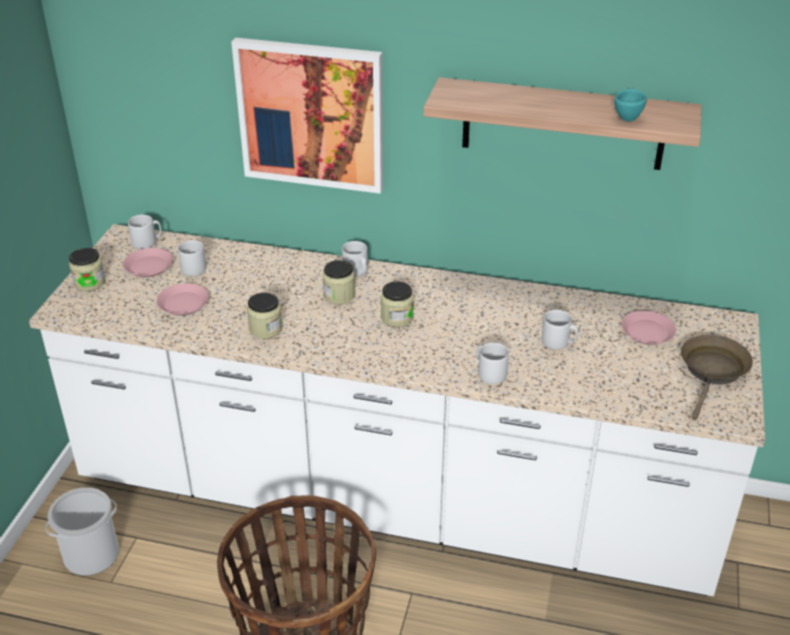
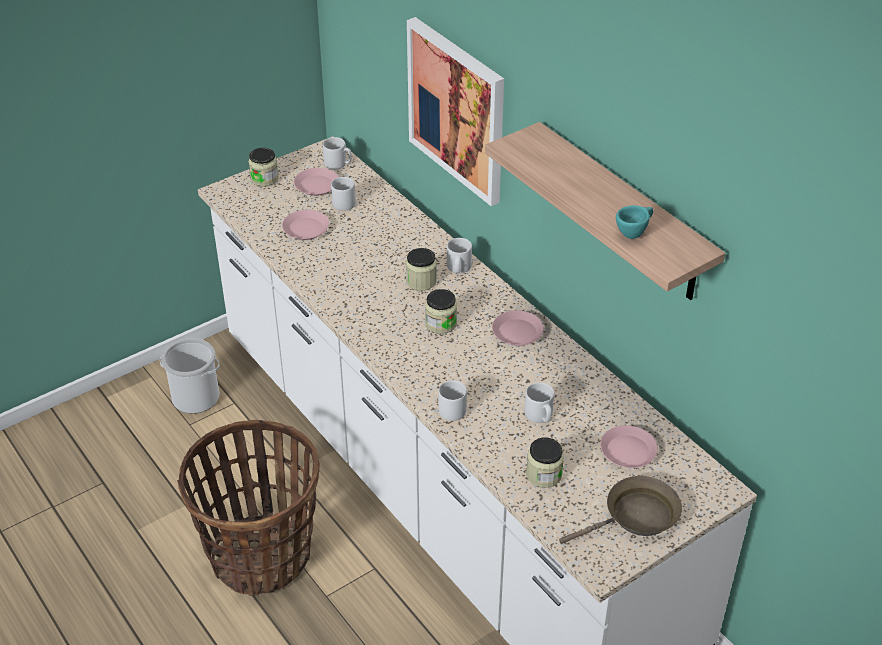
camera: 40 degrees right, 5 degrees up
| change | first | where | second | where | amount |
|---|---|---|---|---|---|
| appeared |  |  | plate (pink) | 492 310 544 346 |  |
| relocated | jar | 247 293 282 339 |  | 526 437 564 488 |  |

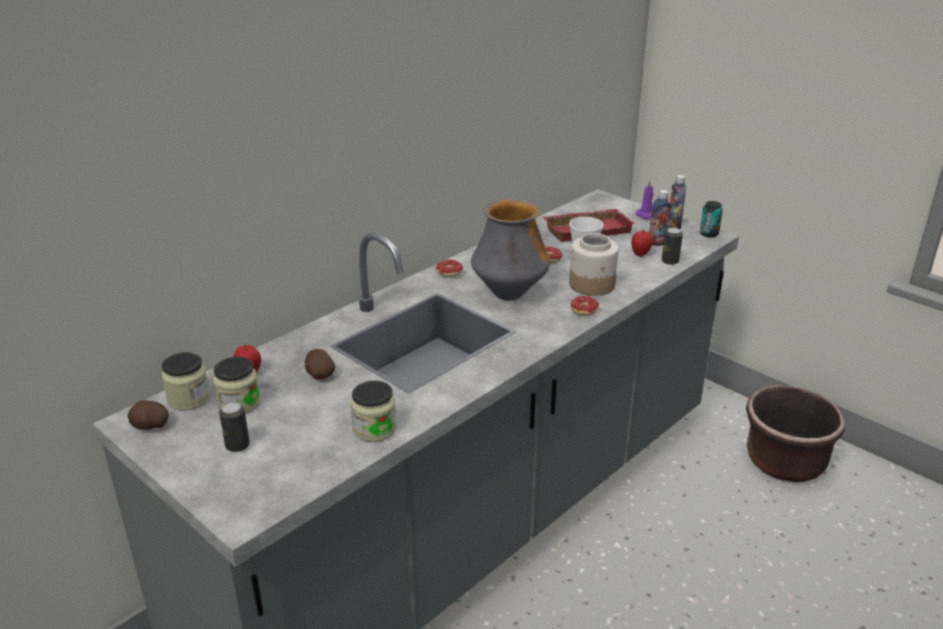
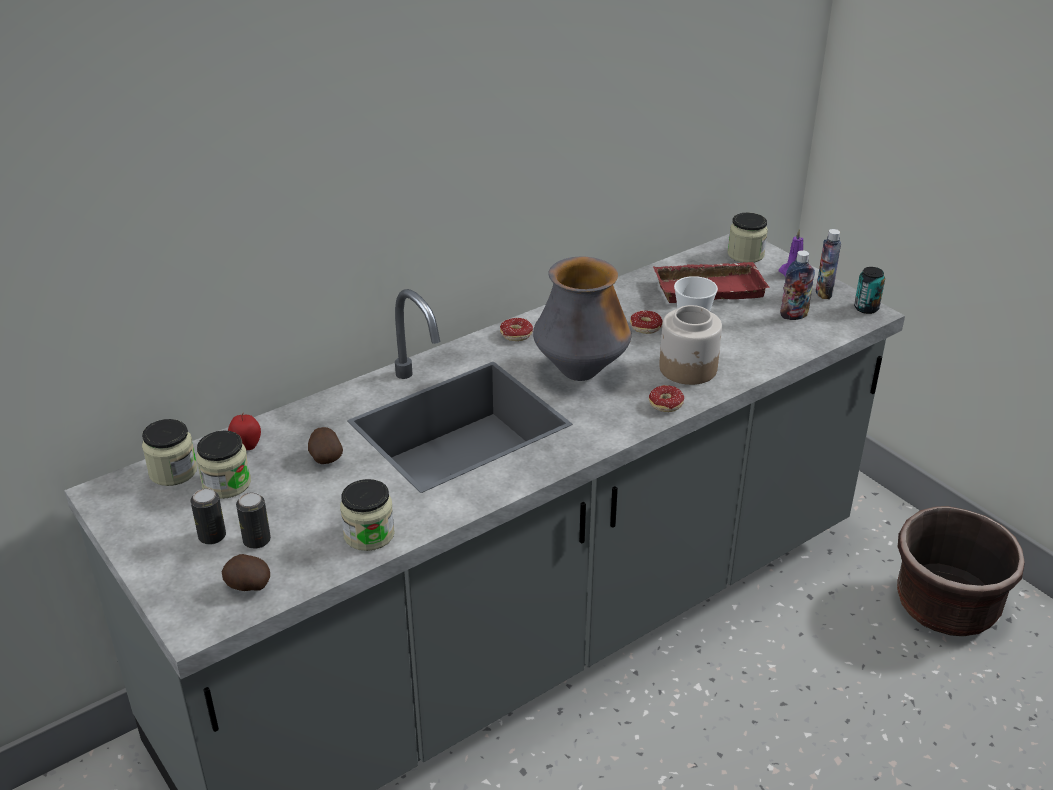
camera: 10 degrees right, 5 degrees up
| change | first | where | second | where | amount |
|---|---|---|---|---|---|
| missing | apple | 632 229 653 257 |  |  |  |
| appeared |  |  | jar | 728 213 768 263 |  |
| relocated | potato | 127 400 169 430 |  | 222 554 270 591 |  |
| relocated | can | 662 227 683 265 |  | 236 492 271 549 |  |

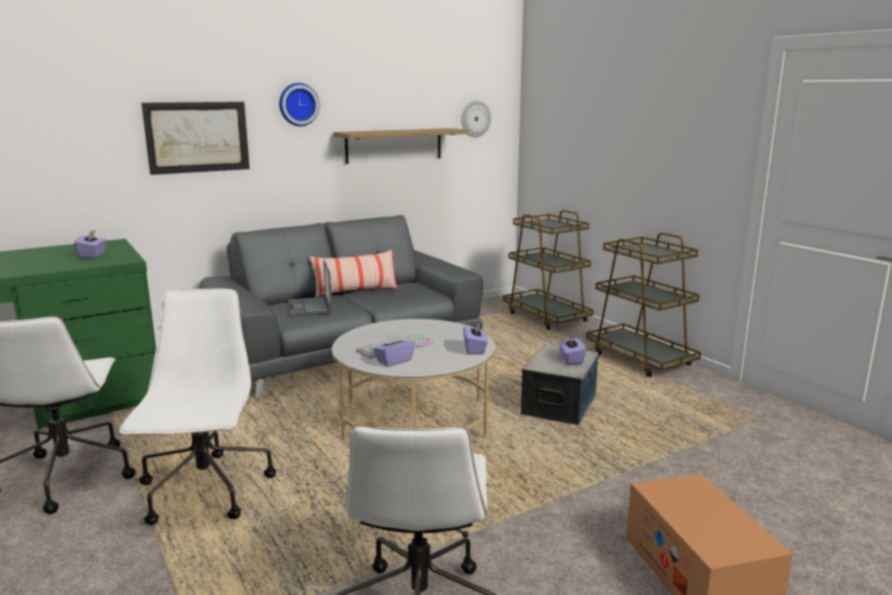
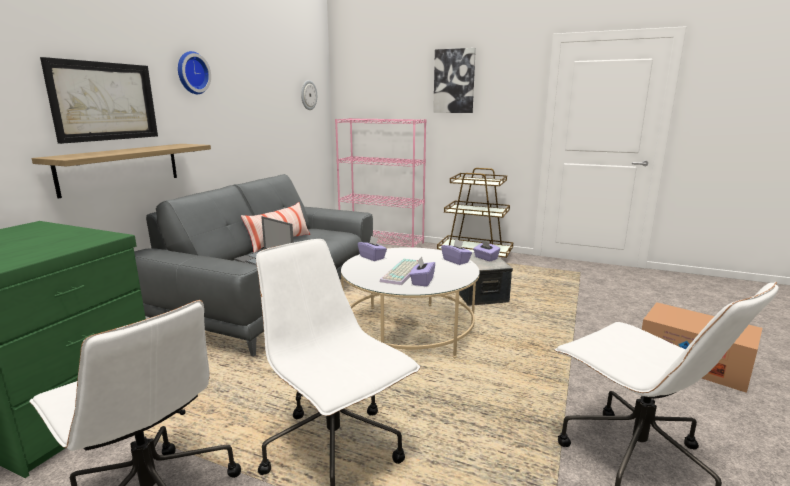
camera: 35 degrees left, 0 degrees up
| change | first | where | second | where | amount |
|---|---|---|---|---|---|
| appeared |  |  | picture | 433 48 476 113 |  |
| relocated | tissue box (purple) | 74 229 106 258 |  | 358 236 387 261 |  |
| relocated | shelf | 333 128 468 164 |  | 31 144 211 199 |  |
| exchanged | cart (brown) | 503 210 594 330 | bookcase (pink) | 335 118 427 247 |  |

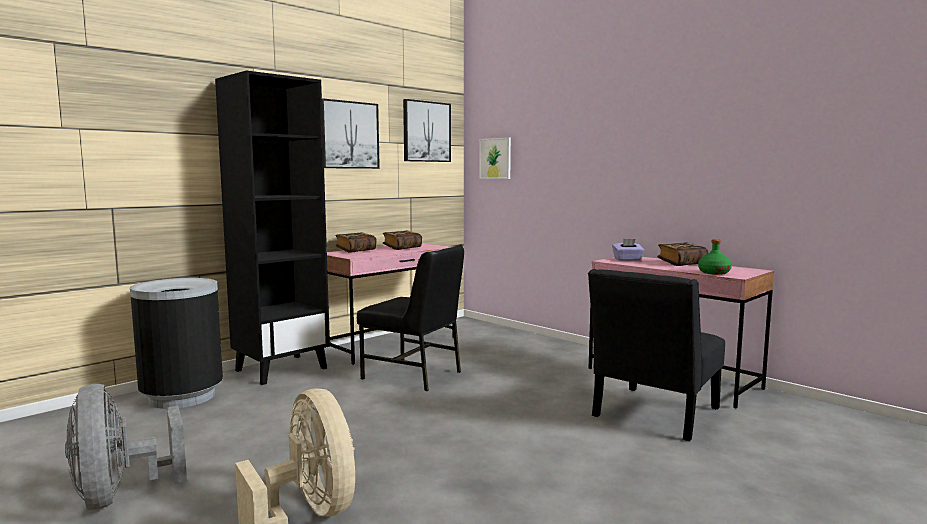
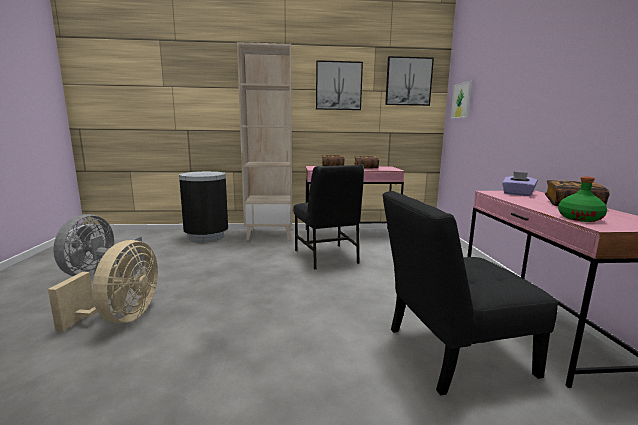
camera: 40 degrees right, 5 degrees up
| change | first | where | second | where | amount |
|---|---|---|---|---|---|
| colour | bookcase (black) | 215 71 330 385 | bookcase (beige) | 237 42 292 240 |  |

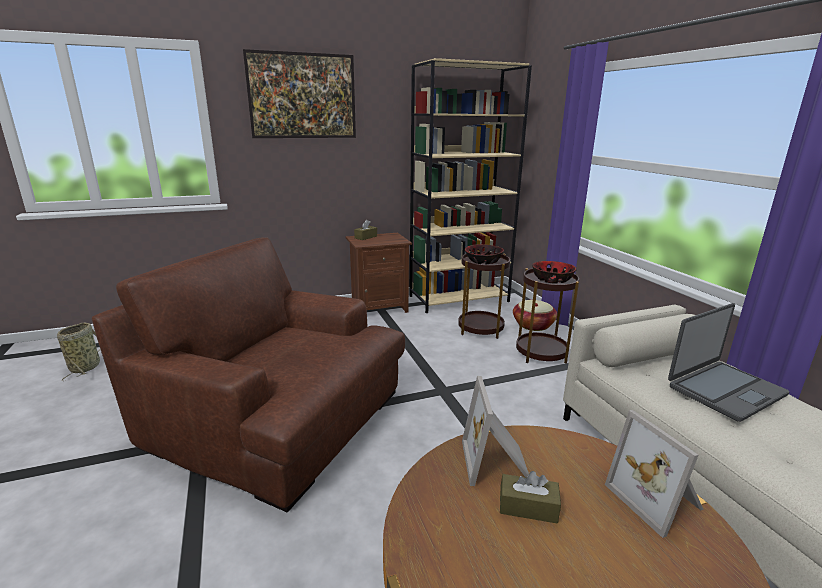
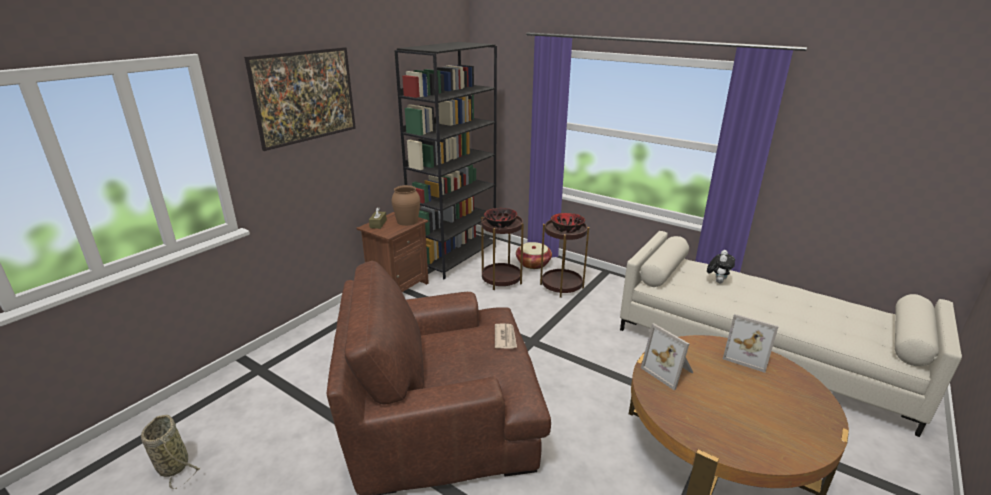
camera: 35 degrees left, 5 degrees up
| change | first | where | second | where | amount |
|---|---|---|---|---|---|
| missing | tissue box (brown) | 500 471 561 524 |  |  |  |
| appeared |  |  | vase (brown) | 391 185 420 226 |  |
| appeared |  |  | newspaper | 495 324 517 349 |  |
| exchanged | laptop | 668 303 790 422 | plush toy | 707 250 735 283 |  |
| colour | bookcase (beige) | 409 58 532 313 | bookcase (black) | 394 42 497 279 |  |

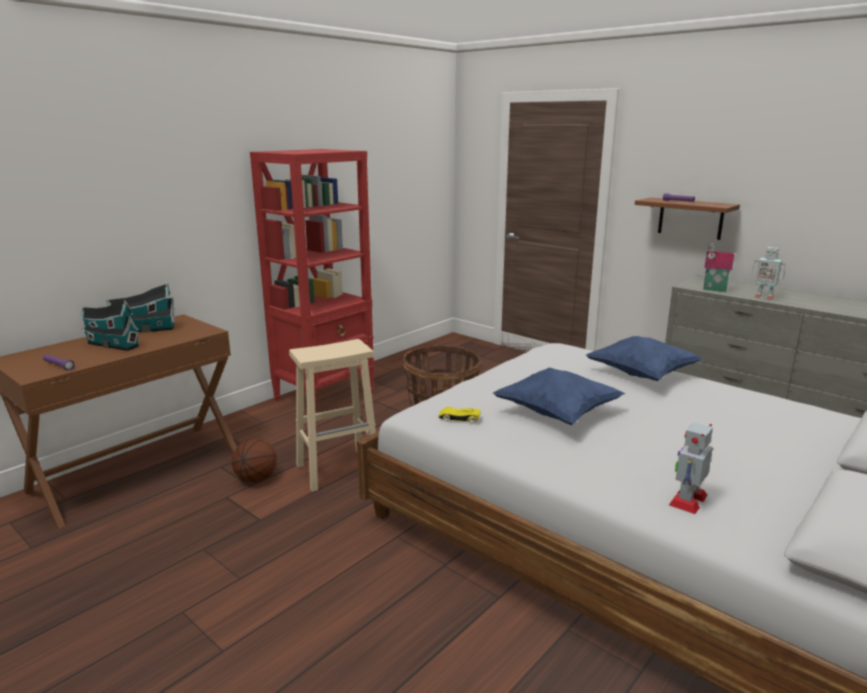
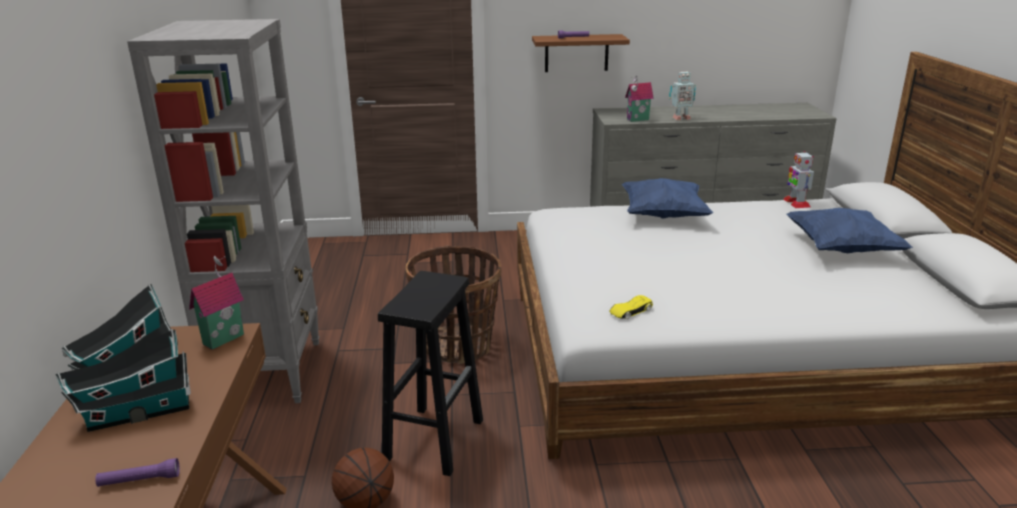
camera: 45 degrees left, 5 degrees up
| change | first | where | second | where | amount |
|---|---|---|---|---|---|
| appeared |  |  | toy house | 189 255 244 349 |  |
| relocated | pillow (blue) | 493 368 625 425 |  | 787 208 913 253 |  |
| relocated | toy robot | 669 422 713 514 |  | 784 151 814 208 |  |
| colour | bookcase (red) | 250 149 374 413 | bookcase (grey) | 127 19 320 403 |  |
| colour | stool (beige) | 289 339 376 492 | stool (black) | 378 271 483 476 |  |

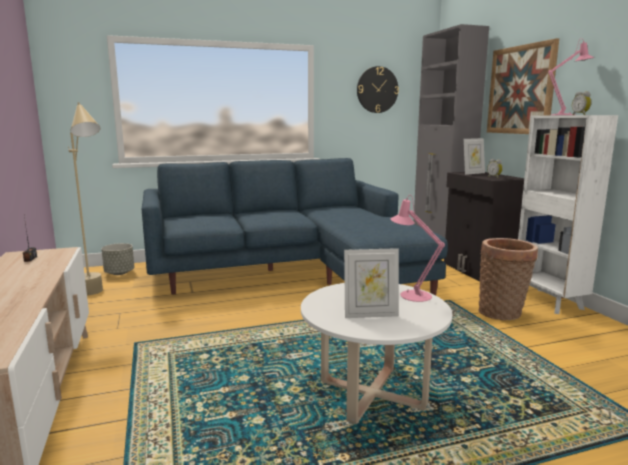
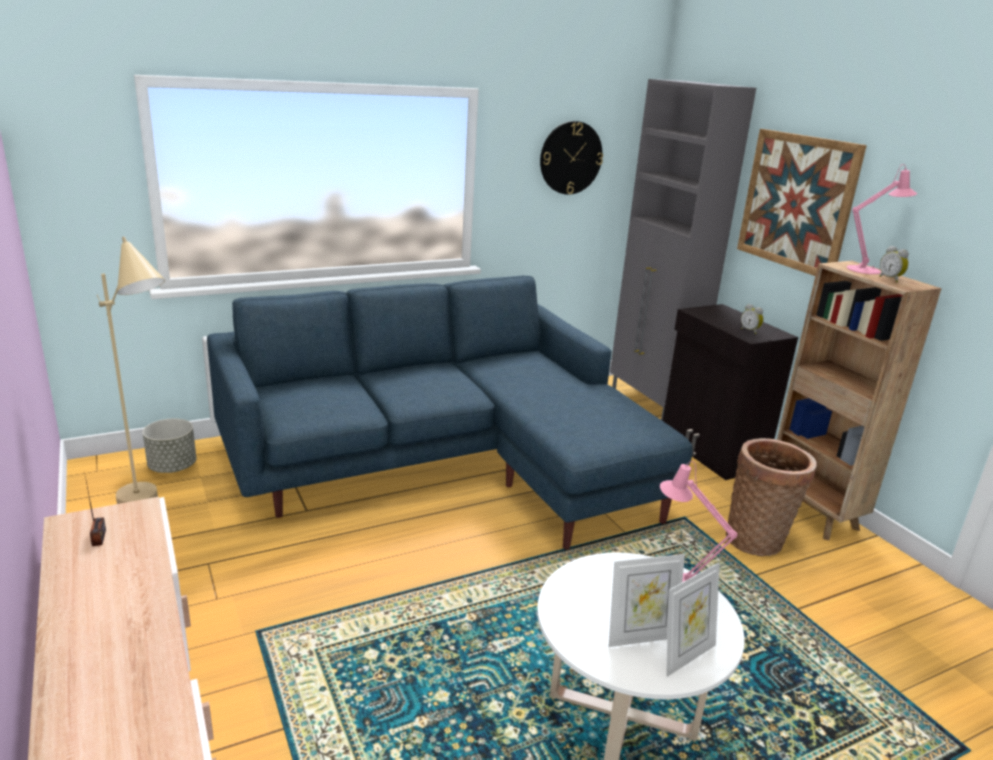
camera: 10 degrees left, 10 degrees up
| change | first | where | second | where | amount |
|---|---|---|---|---|---|
| relocated | picture frame | 463 138 485 175 |  | 666 563 720 677 |  |
| colour | bookcase (white) | 518 115 618 314 | bookcase (brown) | 777 261 942 540 |  |

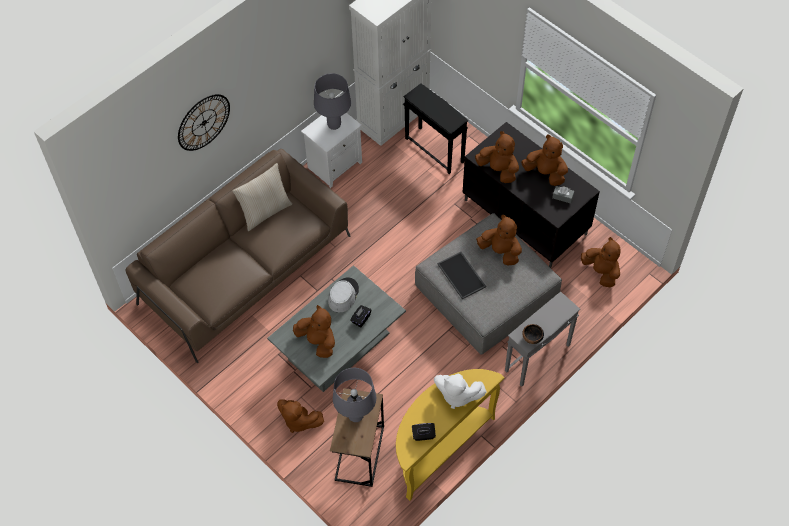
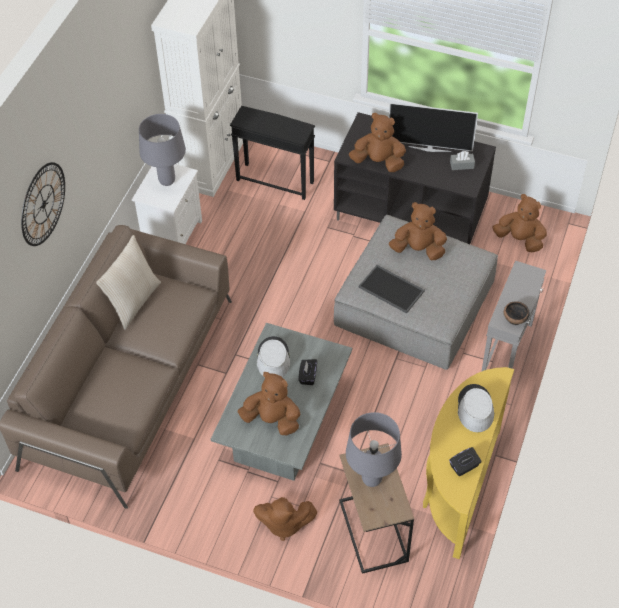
camera: 25 degrees left, 5 degrees down
| change | first | where | second | where | amount |
|---|---|---|---|---|---|
| exchanged | plush toy (white) | 434 374 487 409 | hat (grey) | 458 384 494 432 |  |
| exchanged | plush toy (brown) | 521 135 568 186 | television | 389 103 478 152 |  |

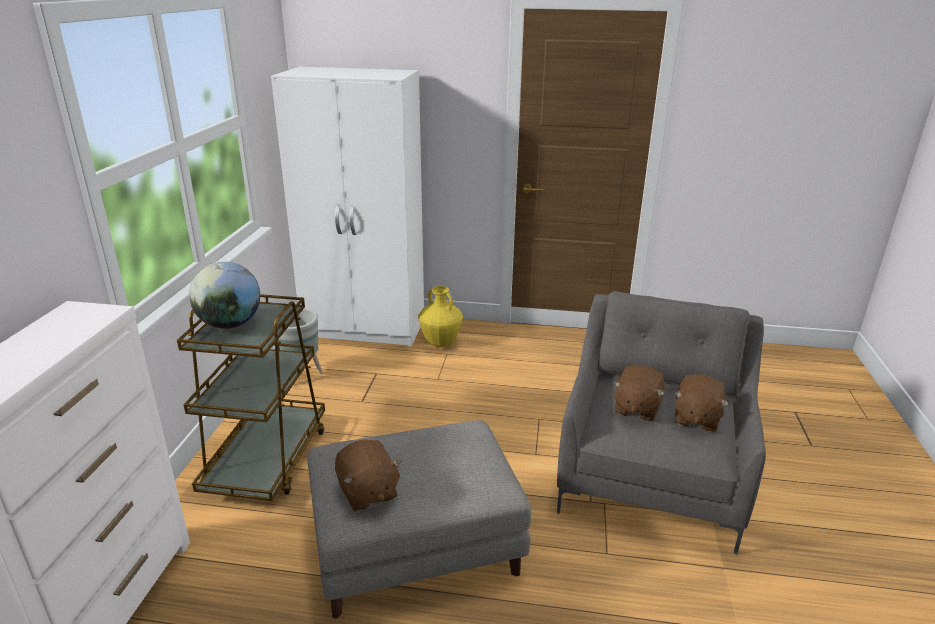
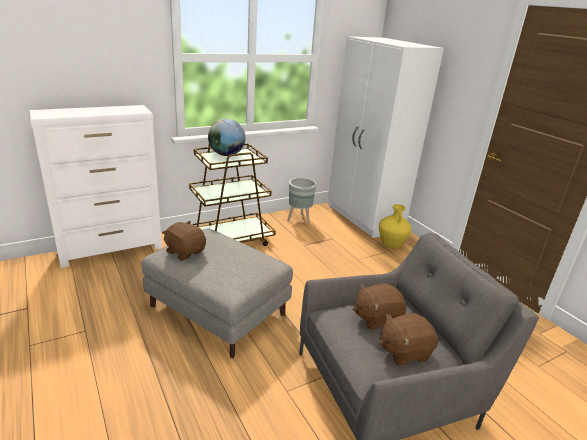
camera: 50 degrees right, 0 degrees up
| change | first | where | second | where | amount |
|---|---|---|---|---|---|
| spun | plush toy (brown) | 335 439 402 511 |  | 162 221 206 261 | 105 degrees clockwise |

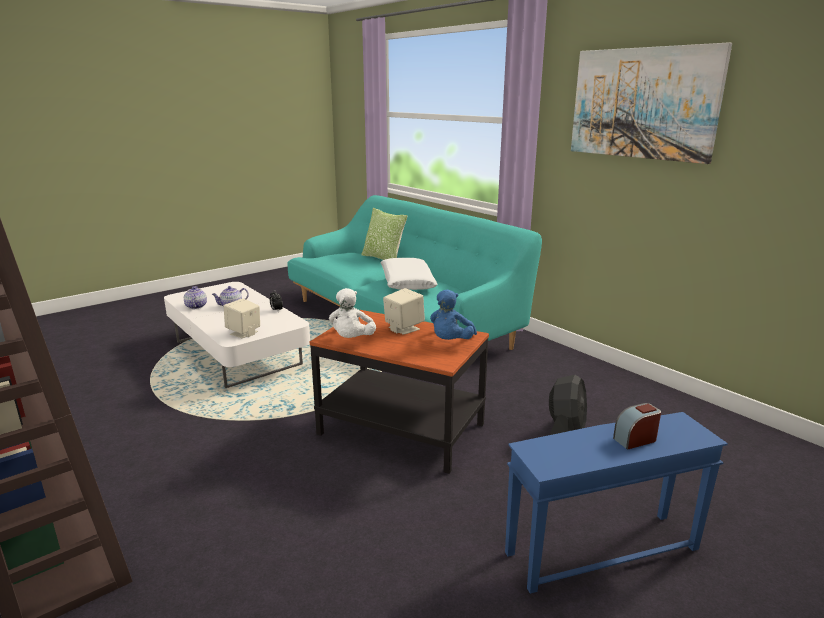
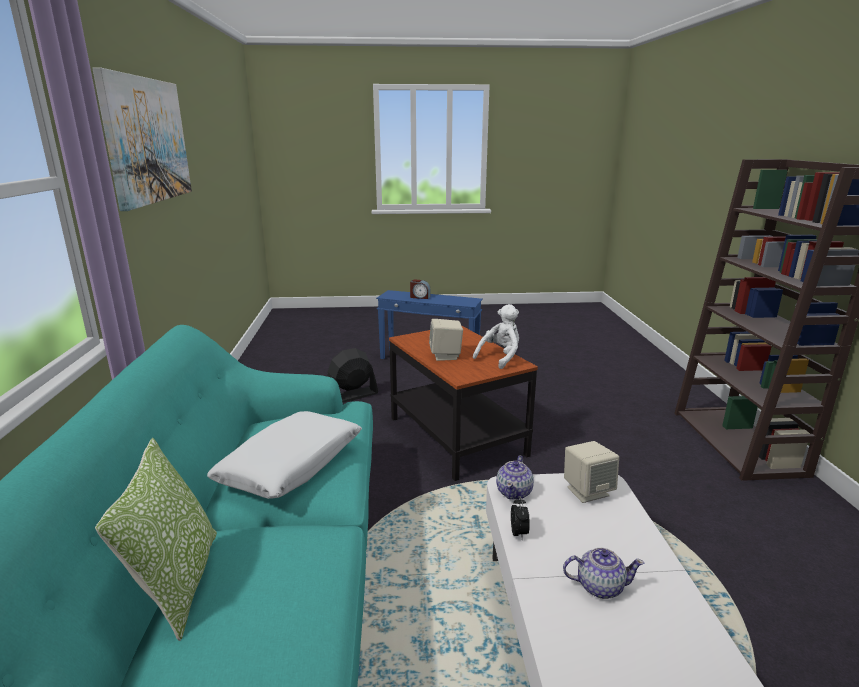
camera: 145 degrees left, 0 degrees up
| change | first | where | second | where | amount |
|---|---|---|---|---|---|
| missing | plush toy (blue) | 430 290 477 340 |  |  |  |
| relocated | teapot | 184 286 207 309 |  | 496 455 534 500 |  |

